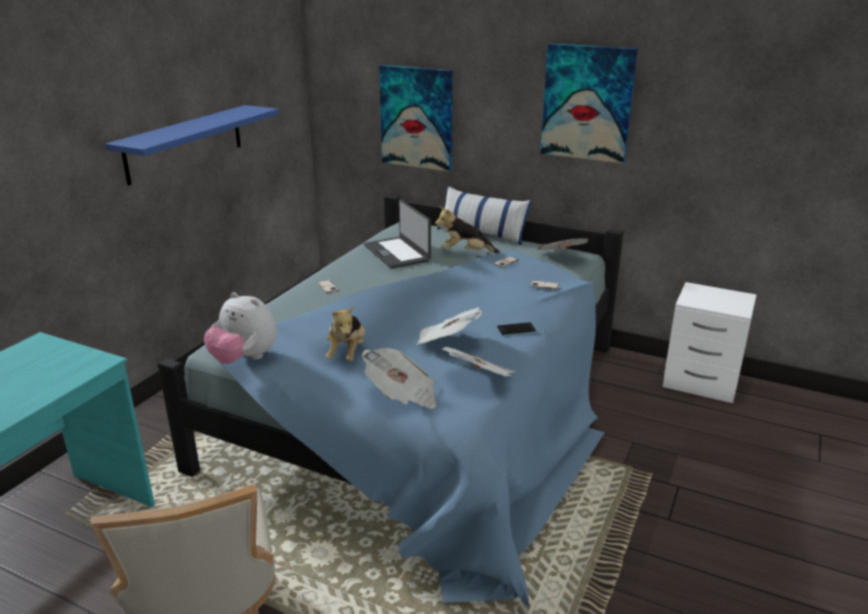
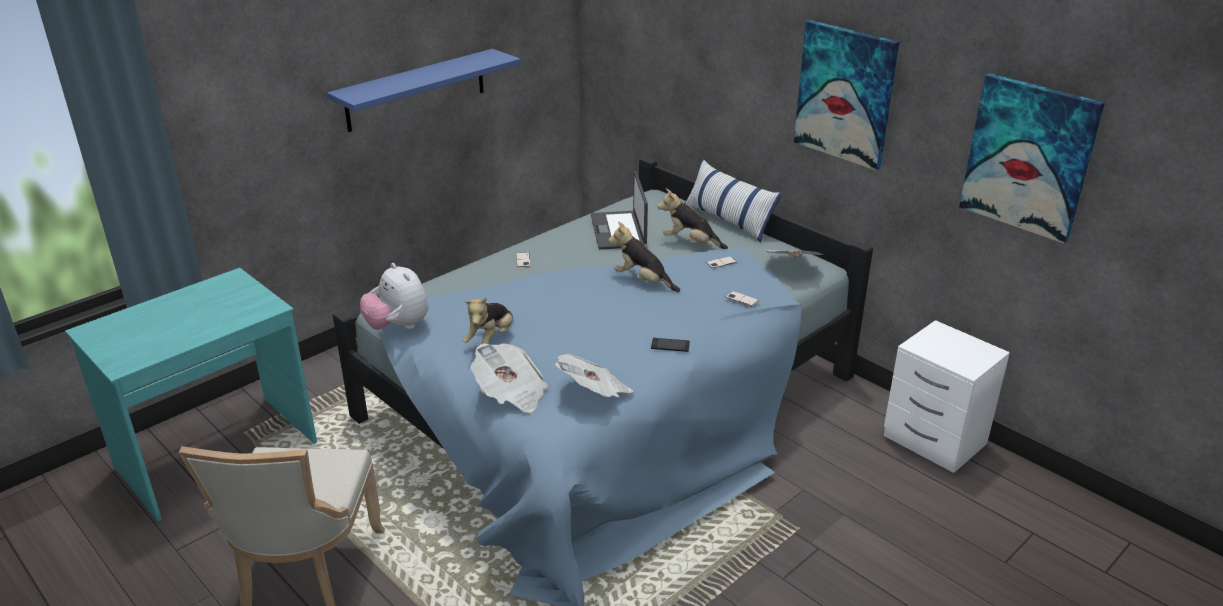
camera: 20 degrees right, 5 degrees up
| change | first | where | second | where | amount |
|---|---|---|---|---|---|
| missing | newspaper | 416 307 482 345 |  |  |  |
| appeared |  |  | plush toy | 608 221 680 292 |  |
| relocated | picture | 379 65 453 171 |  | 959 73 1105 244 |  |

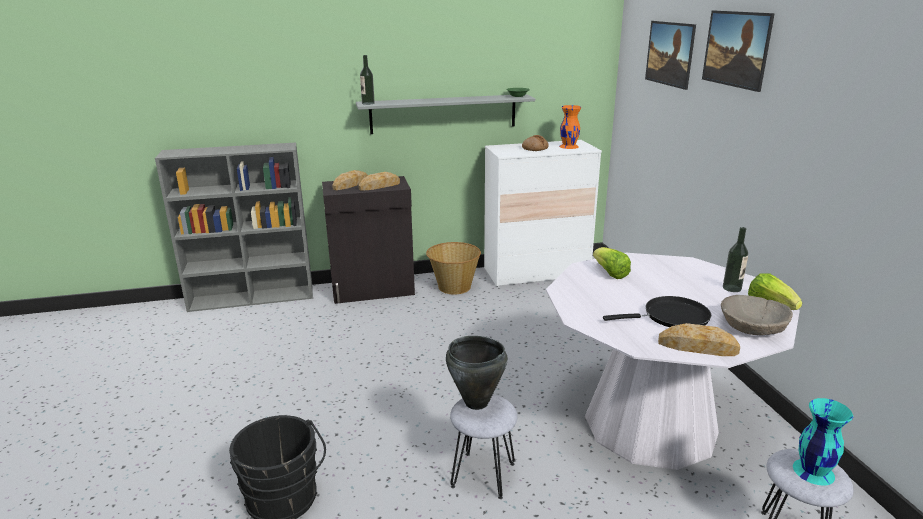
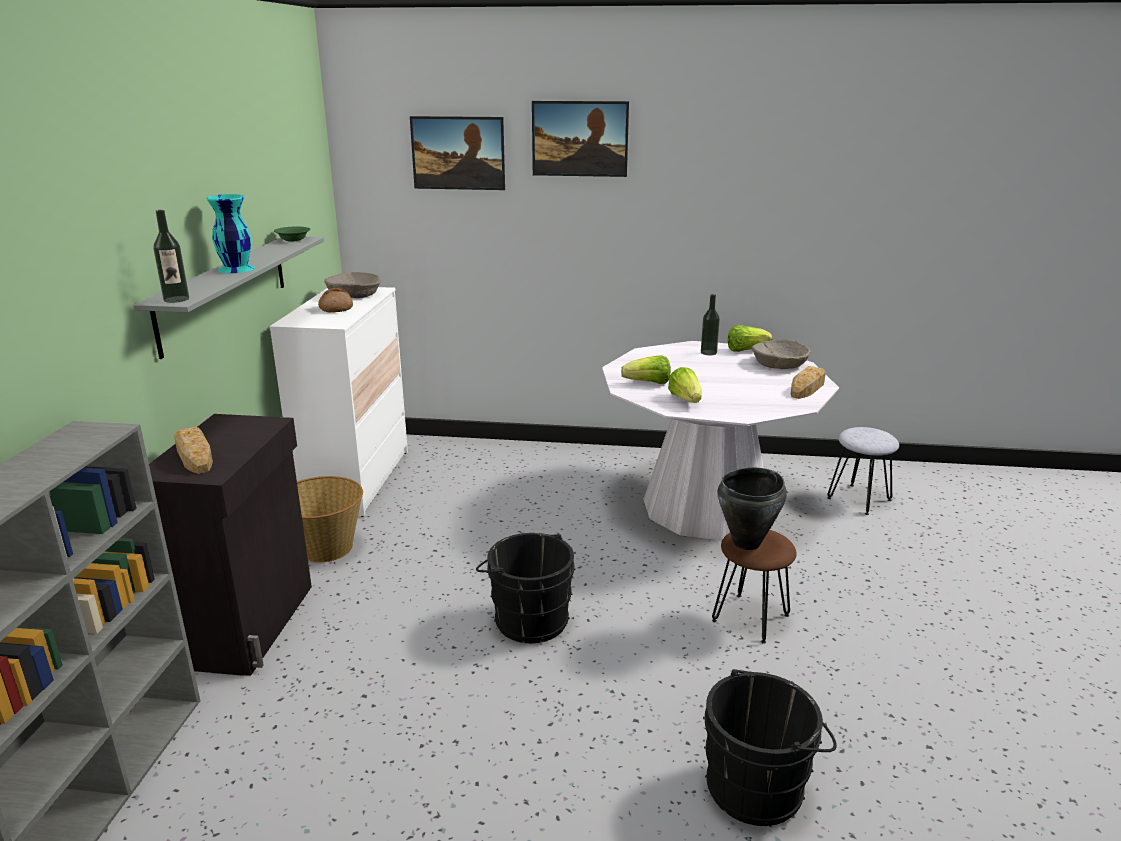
camera: 70 degrees left, 0 degrees up
| change | first | where | second | where | amount |
|---|---|---|---|---|---|
| missing | bread | 358 172 400 191 |  |  |  |
| missing | frying pan (black) | 603 296 711 327 |  |  |  |
| appeared |  |  | bucket (black) | 476 533 575 643 |  |
| appeared |  |  | lettuce | 668 367 702 403 |  |
| relocated | vase (turquoise) | 793 398 853 485 |  | 207 194 255 273 |  |
| exchanged | vase (orange) | 559 105 581 149 | bowl (beige) | 324 272 381 298 |  |
| colour | stool (grey) | 450 394 518 499 | stool (brown) | 712 530 796 644 |  |

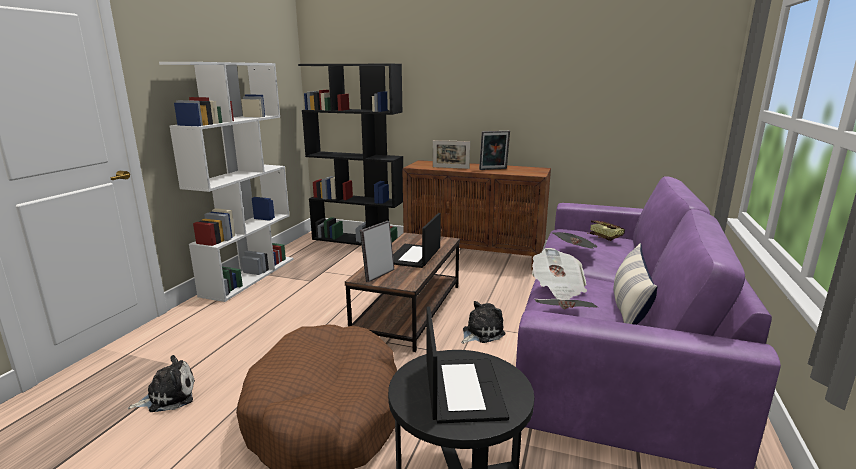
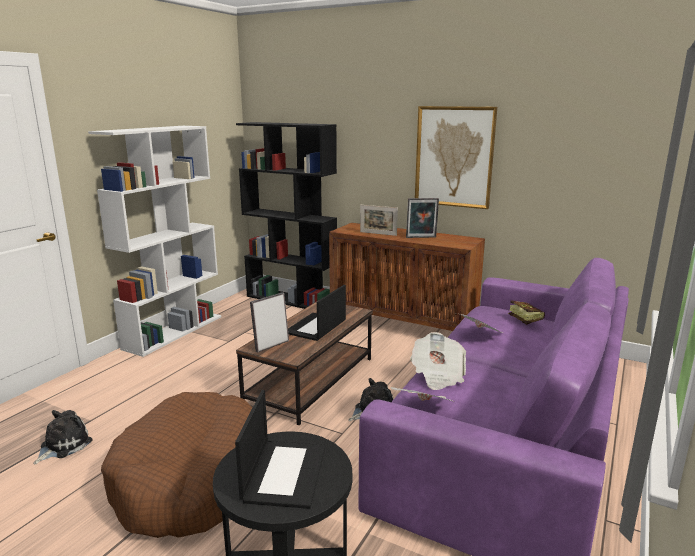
camera: 10 degrees right, 0 degrees up
| change | first | where | second | where | amount |
|---|---|---|---|---|---|
| missing | pillow | 613 243 658 325 |  |  |  |
| appeared |  |  | picture | 415 106 497 209 |  |
| spun | plush toy | 128 355 195 412 |  | 33 410 93 464 | 45 degrees counterclockwise |

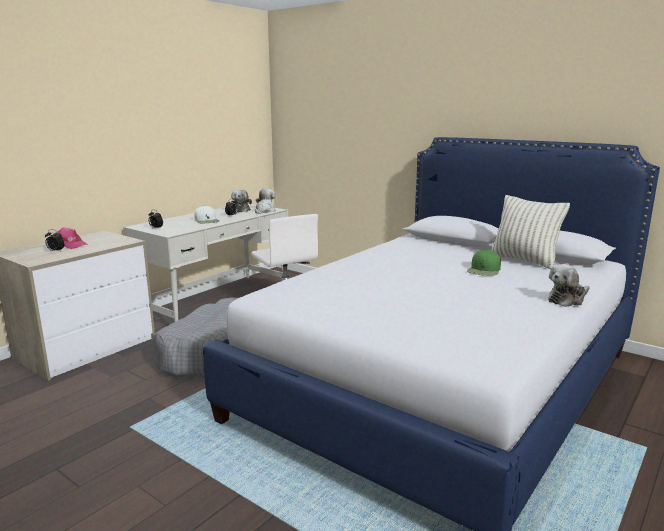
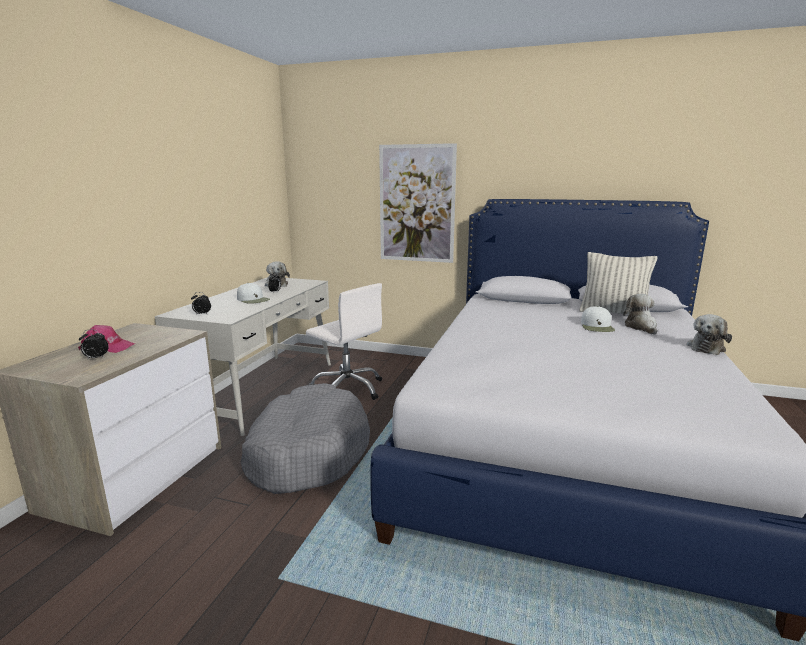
camera: 20 degrees left, 0 degrees up
| change | first | where | second | where | amount |
|---|---|---|---|---|---|
| appeared |  |  | picture | 379 143 457 263 |  |
| relocated | plush toy | 255 188 275 214 |  | 623 294 657 335 |  |
| colour | cap (green) | 467 250 501 276 | cap (white) | 581 306 615 332 |  |

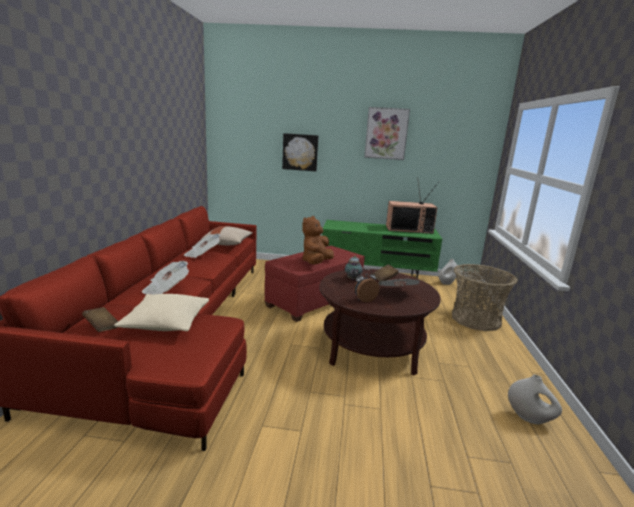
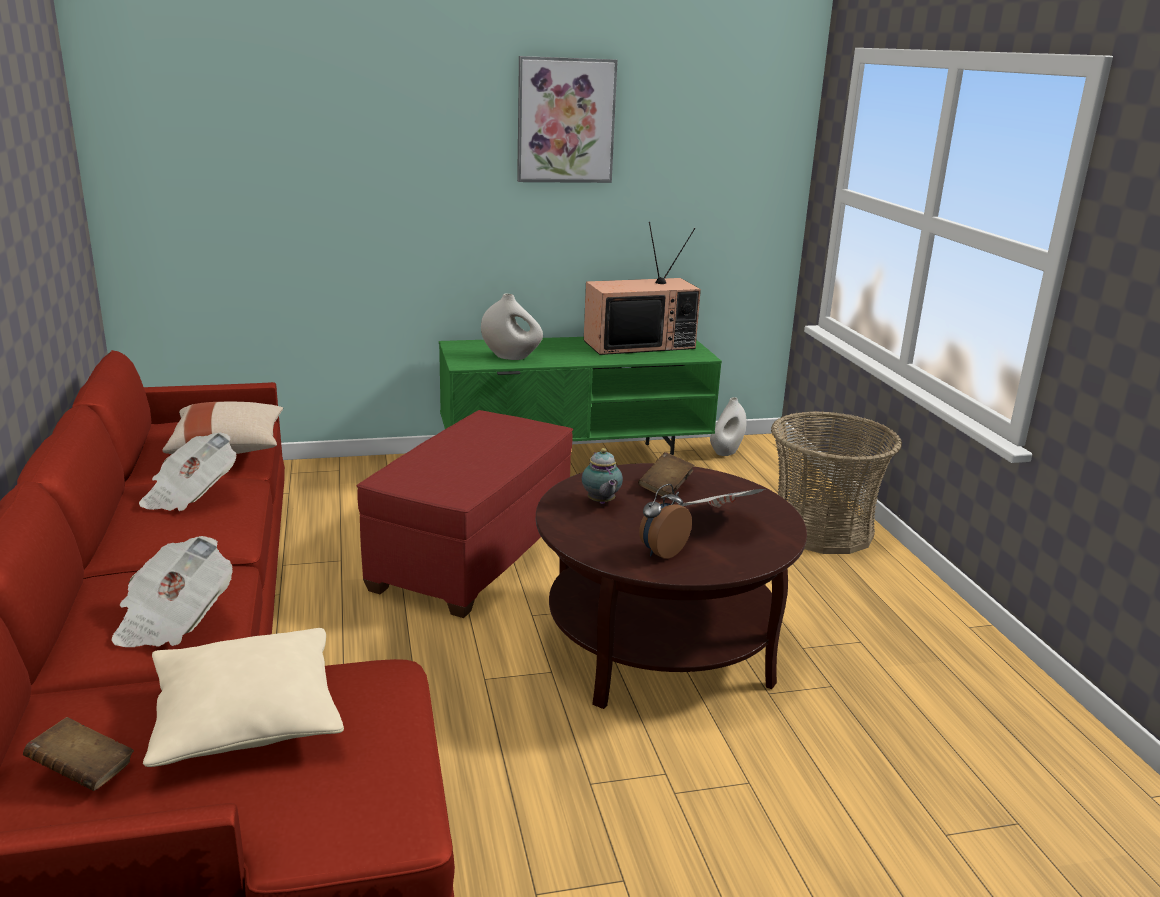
camera: 20 degrees left, 5 degrees up
| change | first | where | second | where | amount |
|---|---|---|---|---|---|
| missing | picture | 282 133 318 171 |  |  |  |
| missing | plush toy (brown) | 302 216 334 265 |  |  |  |
| relocated | vase (white) | 508 375 562 424 |  | 481 293 543 360 |  |

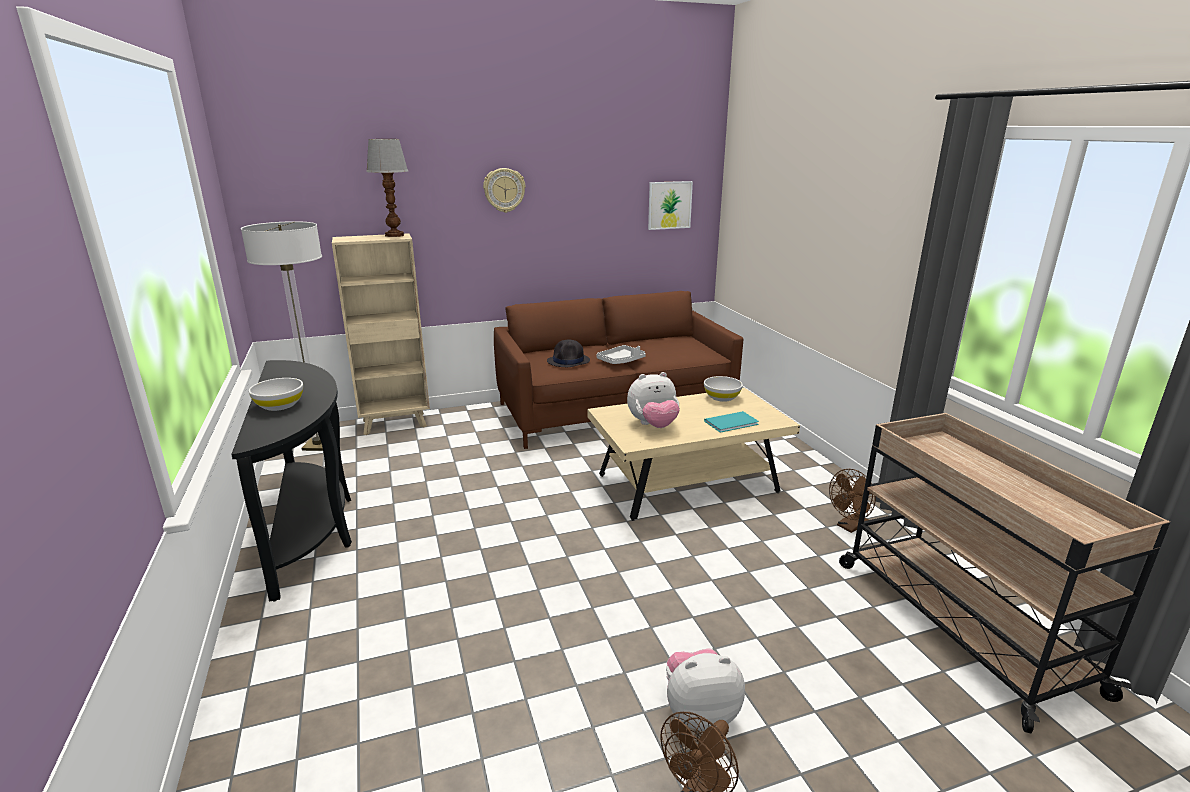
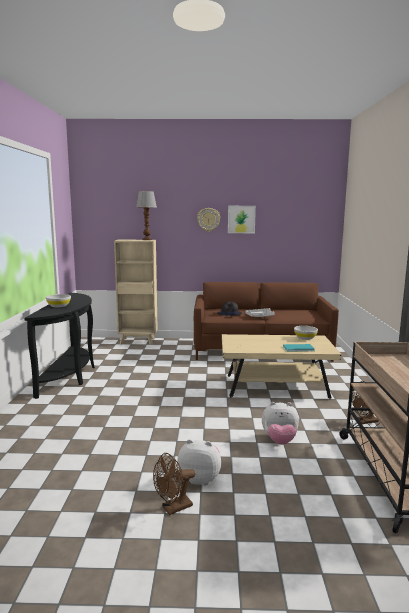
camera: 20 degrees right, 10 degrees down
| change | first | where | second | where | amount |
|---|---|---|---|---|---|
| missing | floor lamp | 241 221 323 451 |  |  |  |
| relocated | plush toy | 627 372 680 428 |  | 262 402 299 445 |  |
| relocated | picture | 648 181 693 230 |  | 228 206 256 233 |  |

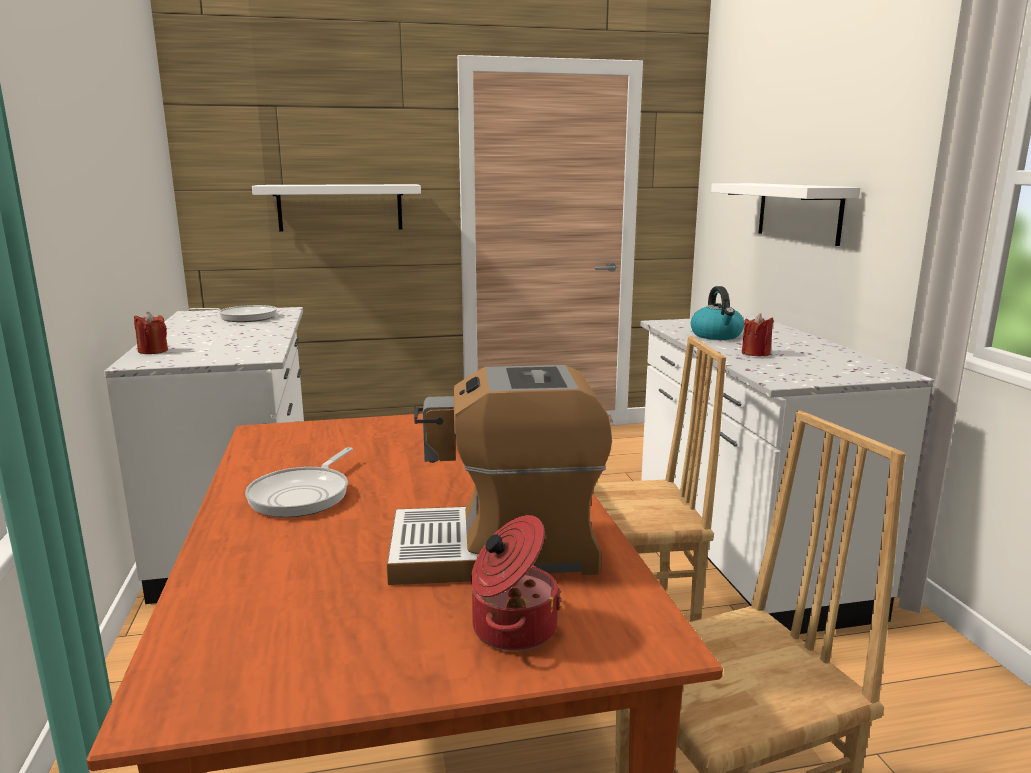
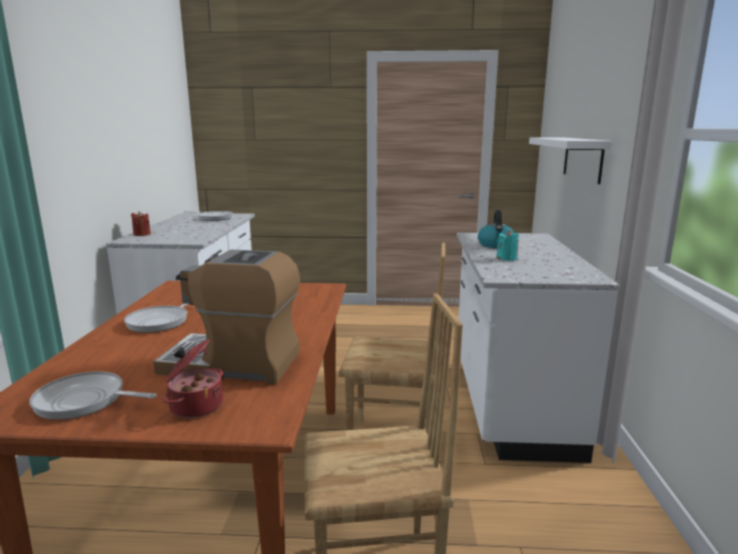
camera: 15 degrees right, 0 degrees up
| change | first | where | second | where | amount |
|---|---|---|---|---|---|
| missing | shelf (white) | 252 184 421 232 |  |  |  |
| appeared |  |  | frying pan | 29 371 157 420 |  |
| colour | candle (red) | 742 313 774 356 | candle (turquoise) | 496 230 519 261 |  |

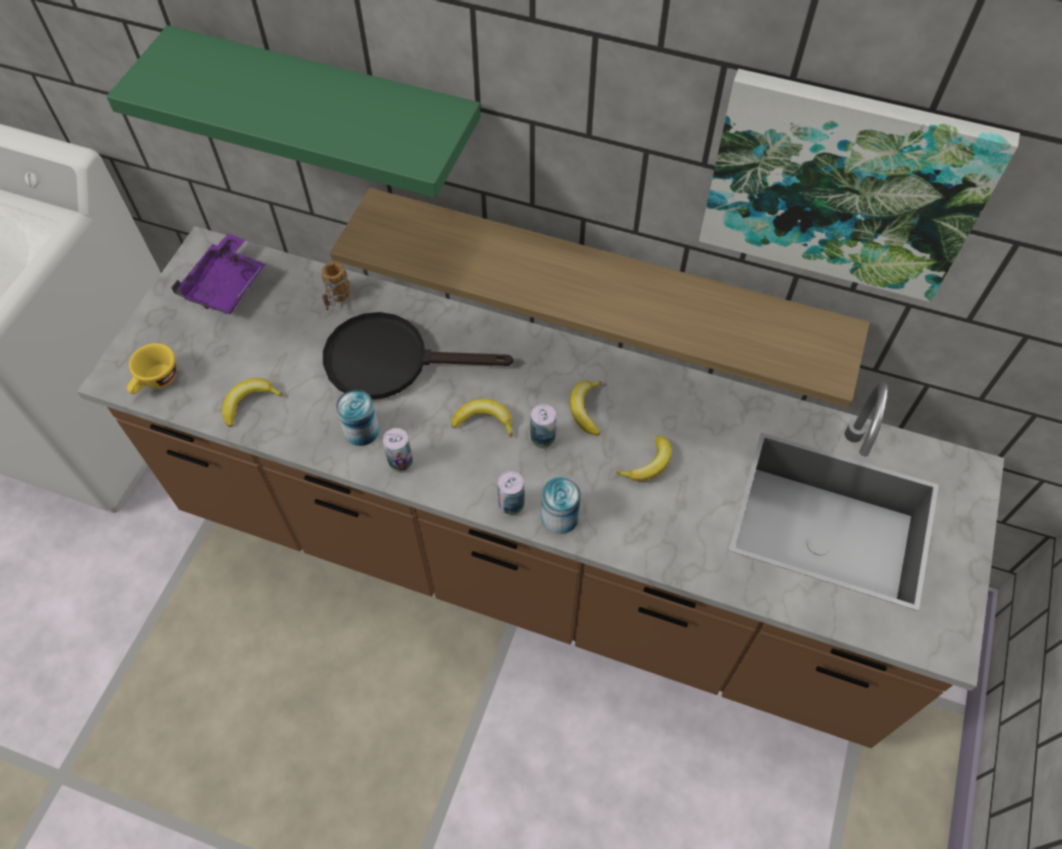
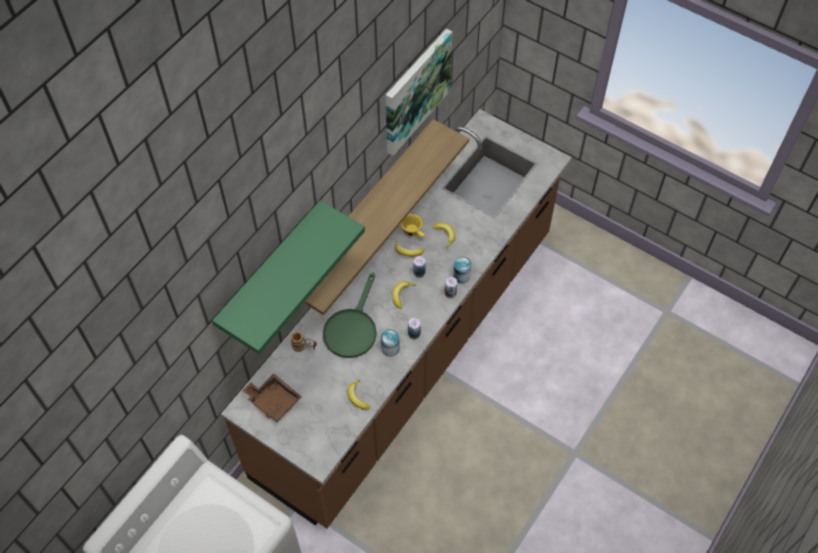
camera: 75 degrees left, 0 degrees up
| change | first | where | second | where | amount |
|---|---|---|---|---|---|
| relocated | cup (yellow) | 127 343 176 394 |  | 401 214 425 238 |  |
| colour | tray (purple) | 171 233 266 314 | tray (brown) | 242 373 302 423 |  |
| colour | frying pan (black) | 323 312 514 399 | frying pan (green) | 323 273 377 358 |  |

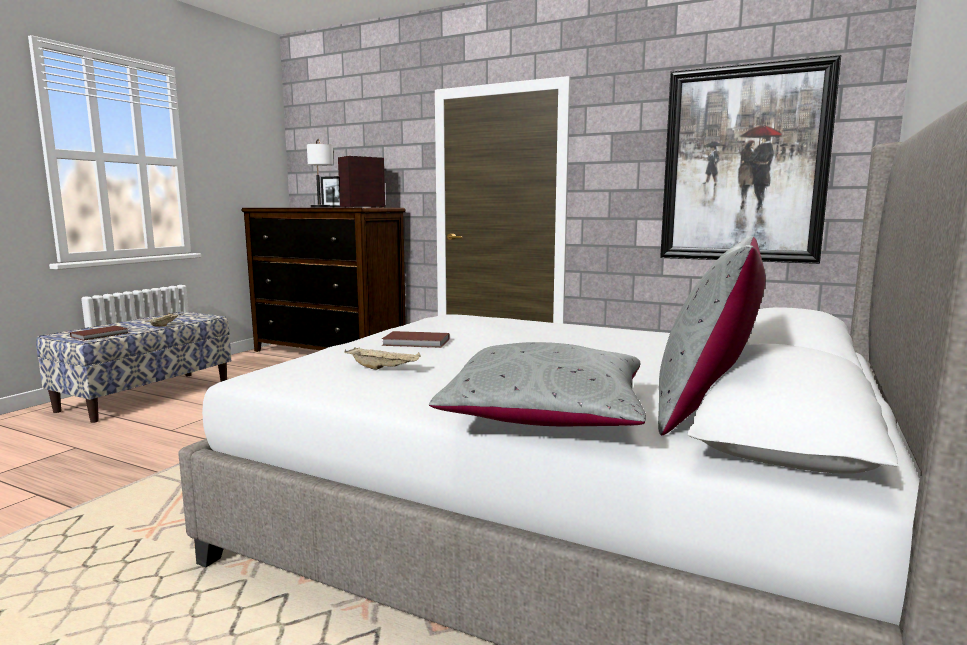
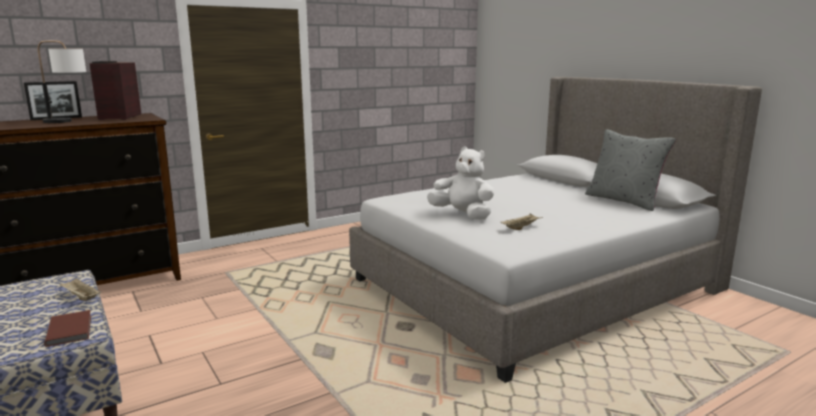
camera: 60 degrees left, 5 degrees up
| change | first | where | second | where | amount |
|---|---|---|---|---|---|
| missing | pillow (grey) | 429 342 646 426 |  |  |  |
| missing | picture | 660 55 841 264 |  |  |  |
| exchanged | book (brown) | 382 331 450 348 | plush toy (white) | 427 146 494 220 |  |

